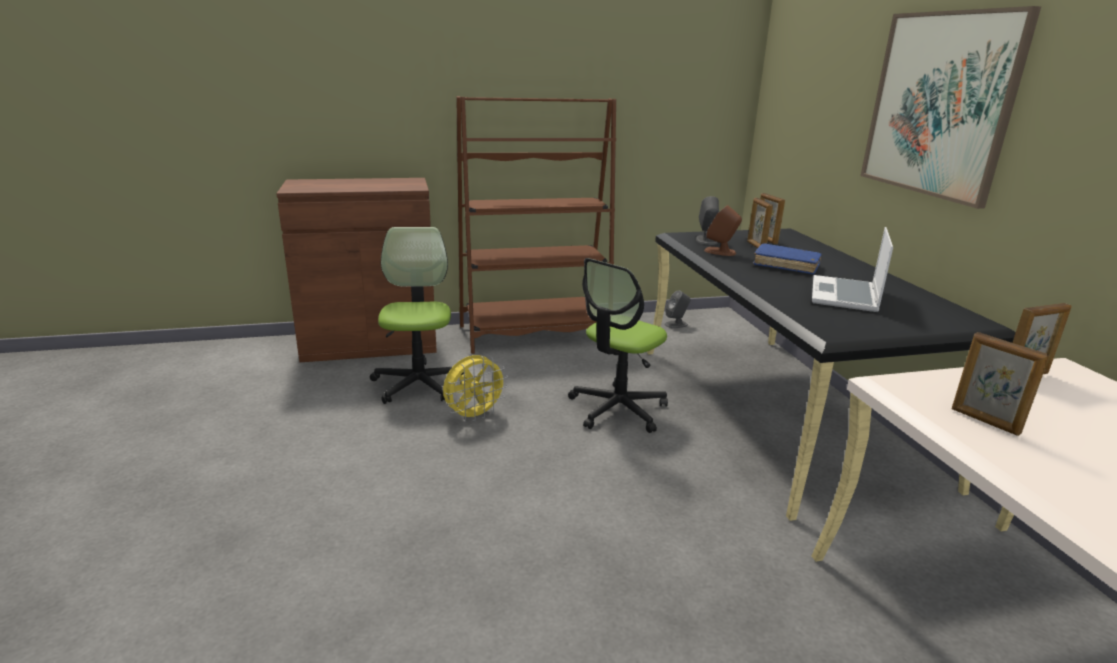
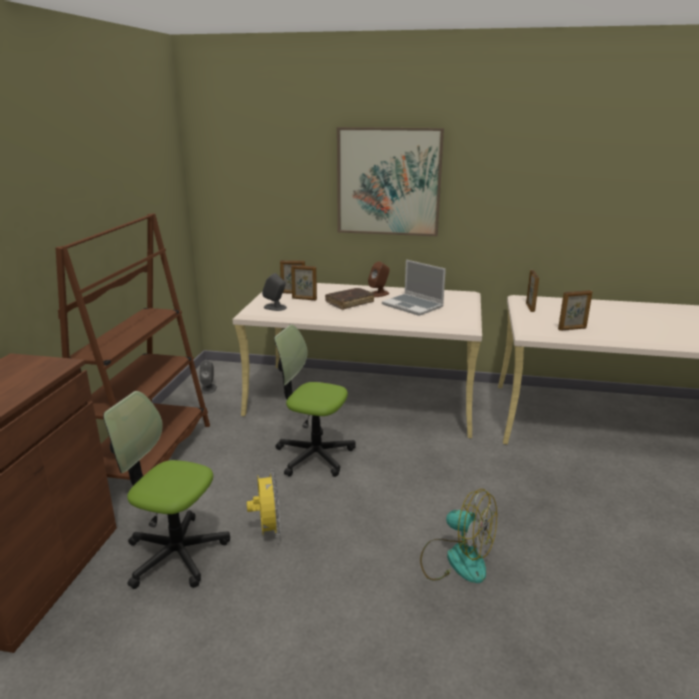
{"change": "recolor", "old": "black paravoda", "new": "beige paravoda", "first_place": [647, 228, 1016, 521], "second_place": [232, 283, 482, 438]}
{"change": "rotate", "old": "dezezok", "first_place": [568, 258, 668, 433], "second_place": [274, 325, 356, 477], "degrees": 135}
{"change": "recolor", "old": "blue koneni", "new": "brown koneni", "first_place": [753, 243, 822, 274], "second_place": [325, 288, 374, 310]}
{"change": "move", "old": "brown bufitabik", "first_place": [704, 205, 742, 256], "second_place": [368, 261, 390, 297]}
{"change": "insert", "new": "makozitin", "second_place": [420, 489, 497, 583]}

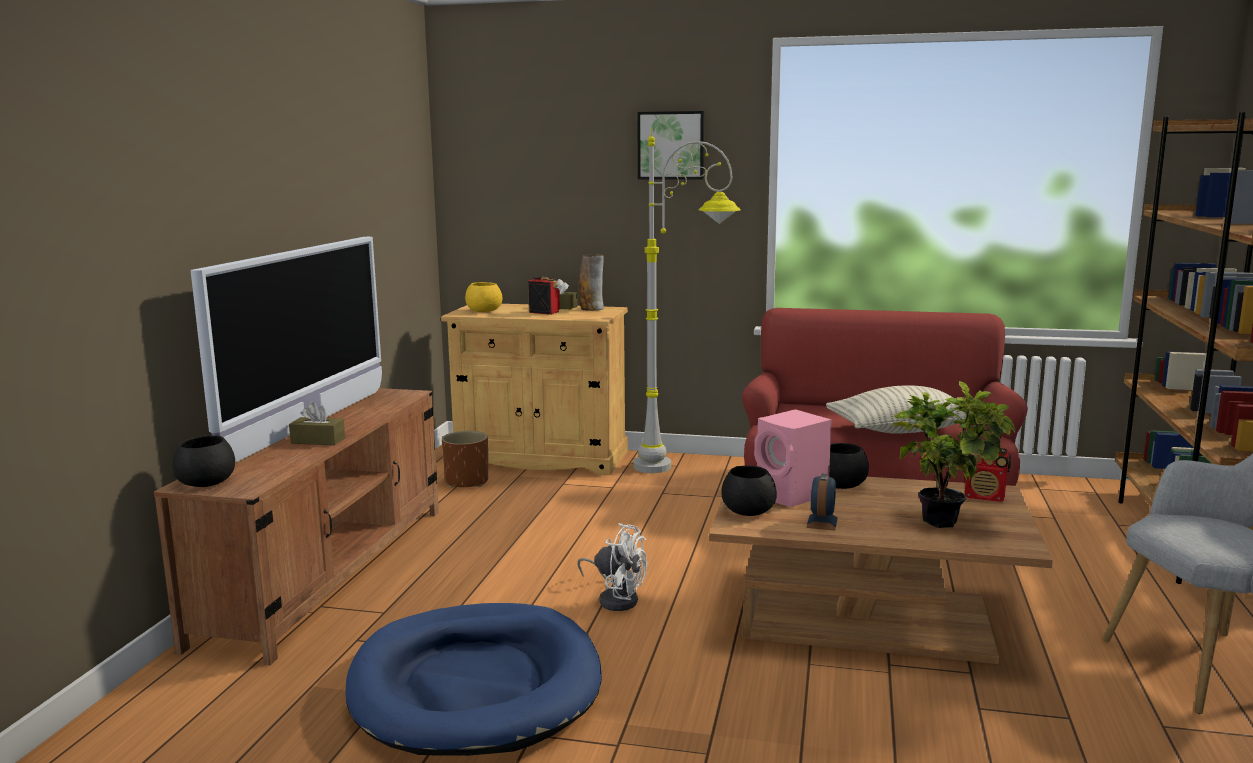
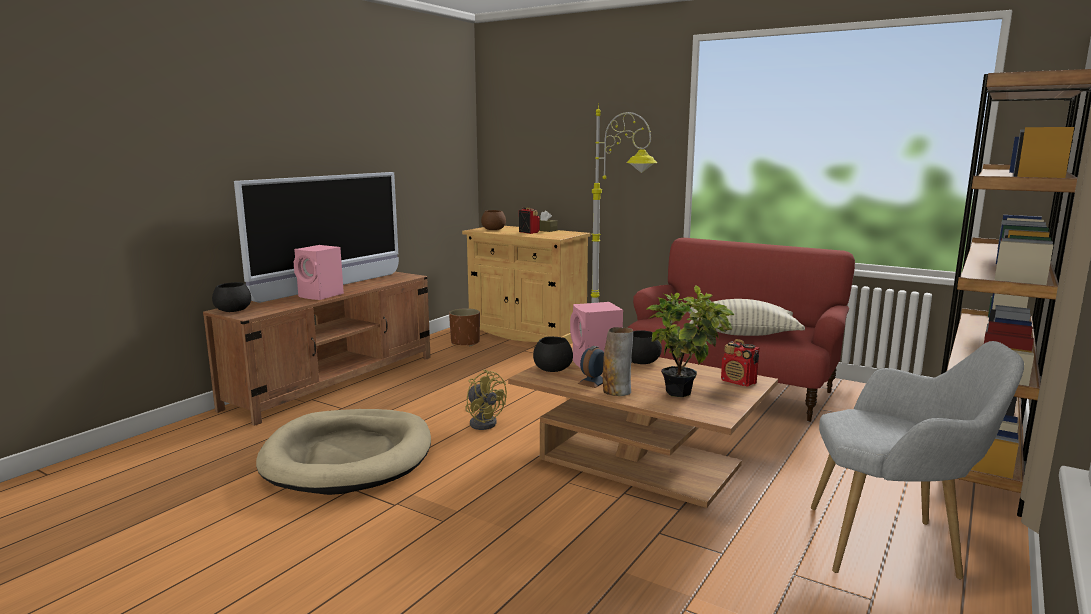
{"change": "recolor", "old": "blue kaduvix", "new": "beige kaduvix", "first_place": [345, 603, 602, 756], "second_place": [256, 409, 431, 495]}
{"change": "replace", "old": "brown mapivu", "new": "pink bufitabik", "first_place": [289, 403, 345, 445], "second_place": [294, 245, 344, 300]}
{"change": "recolor", "old": "white makozitin", "new": "yellow makozitin", "first_place": [577, 523, 647, 611], "second_place": [465, 369, 507, 430]}
{"change": "recolor", "old": "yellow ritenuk", "new": "brown ritenuk", "first_place": [465, 282, 502, 312], "second_place": [481, 210, 506, 230]}
{"change": "move", "old": "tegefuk", "first_place": [579, 254, 604, 311], "second_place": [603, 327, 633, 396]}
{"change": "delete", "old": "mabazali", "first_place": [637, 111, 704, 180]}

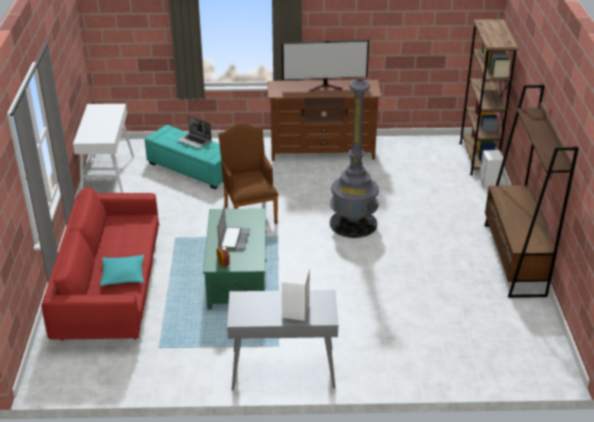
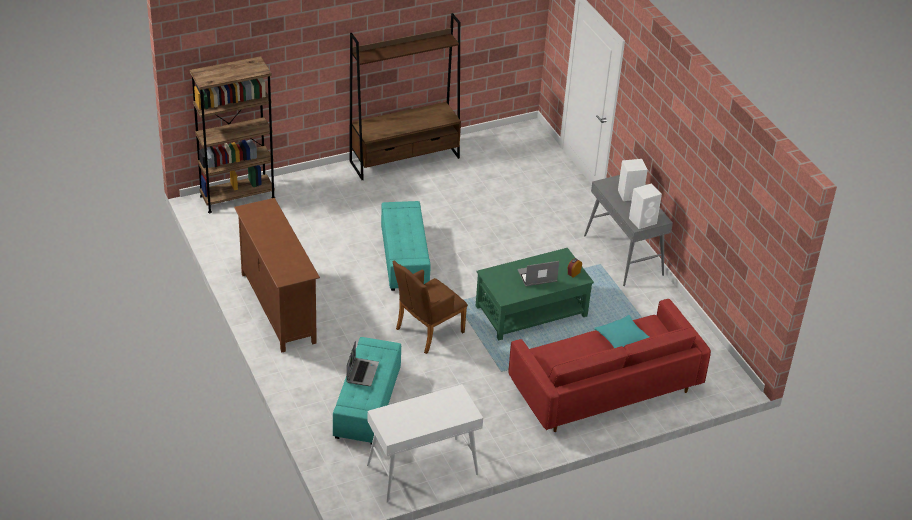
{"change": "replace", "old": "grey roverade", "new": "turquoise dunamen", "first_place": [330, 78, 379, 238], "second_place": [381, 201, 431, 291]}
{"change": "move", "old": "white bufitabik", "first_place": [479, 150, 503, 189], "second_place": [629, 183, 662, 229]}
{"change": "delete", "old": "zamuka", "first_place": [282, 40, 369, 91]}

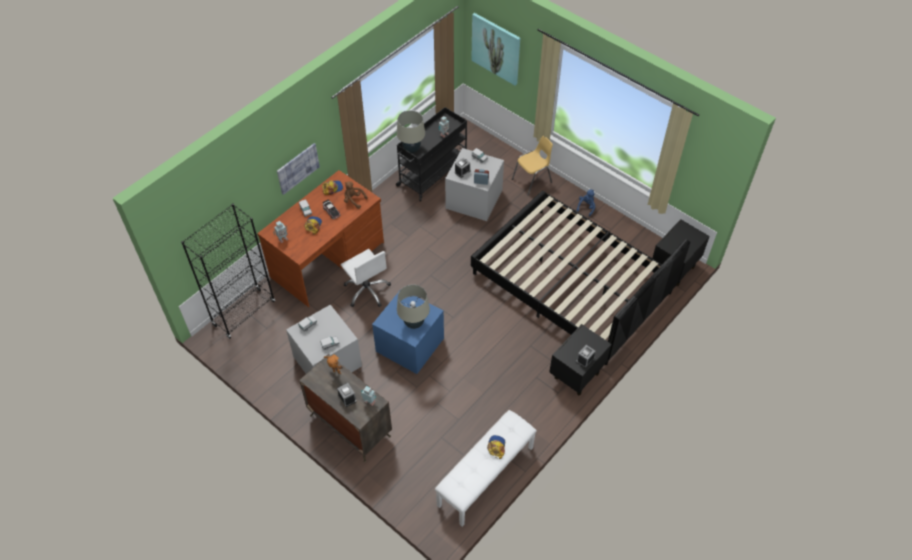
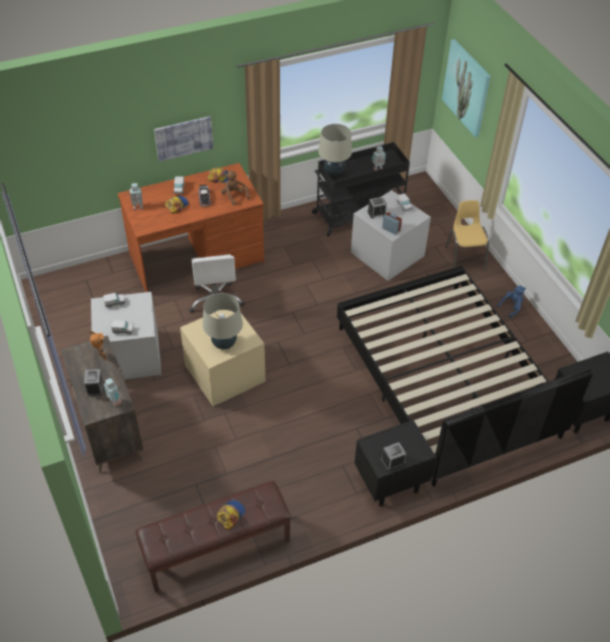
{"change": "recolor", "old": "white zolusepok", "new": "brown zolusepok", "first_place": [435, 410, 537, 527], "second_place": [135, 481, 291, 593]}
{"change": "recolor", "old": "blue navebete", "new": "beige navebete", "first_place": [372, 289, 444, 374], "second_place": [180, 310, 265, 406]}
{"change": "rotate", "old": "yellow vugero", "first_place": [512, 136, 553, 196], "second_place": [445, 200, 489, 271], "degrees": -90}
{"change": "delete", "old": "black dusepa", "first_place": [181, 203, 275, 339]}

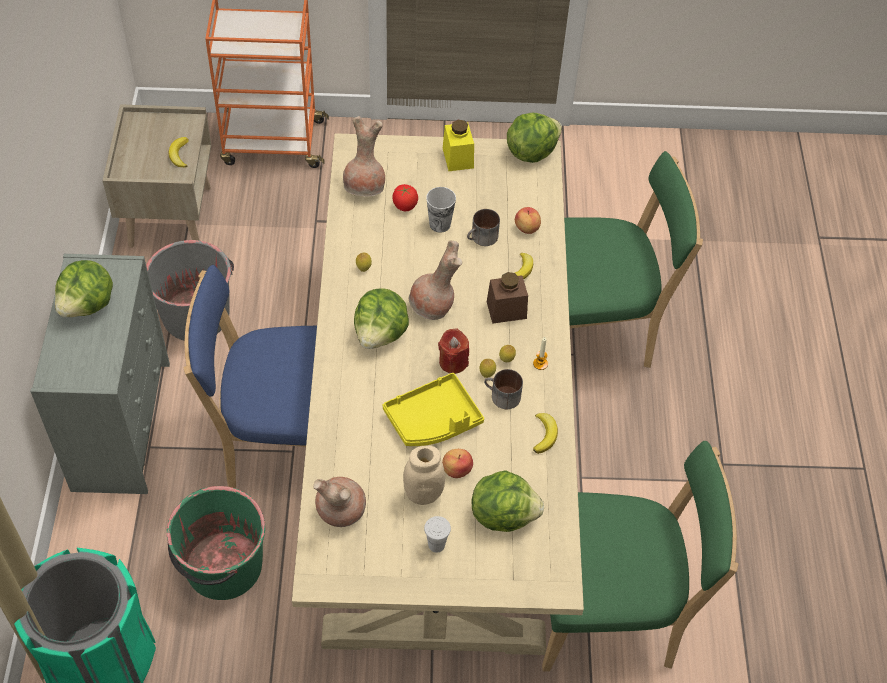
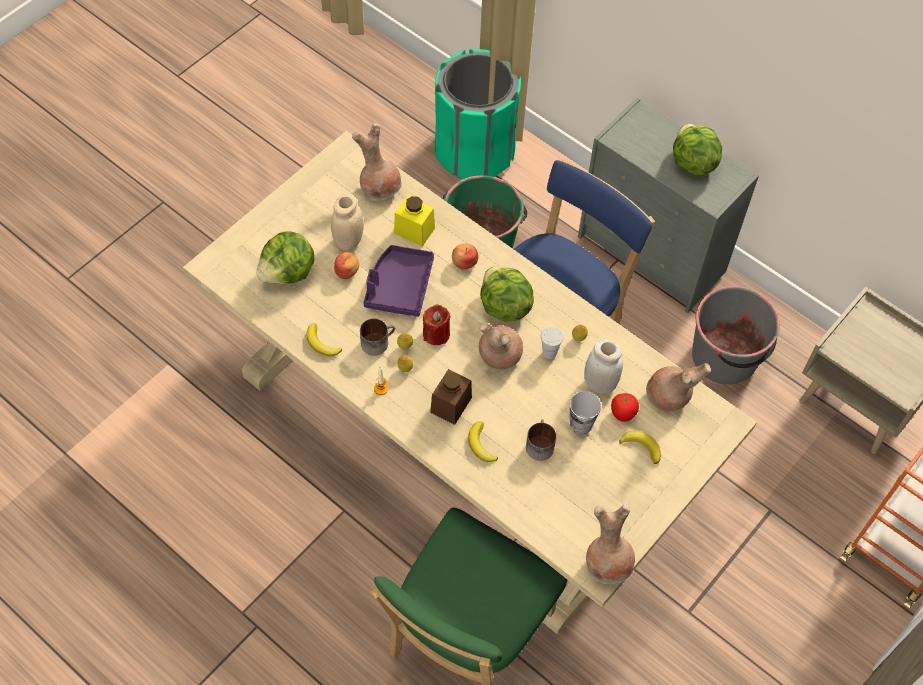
{"change": "recolor", "old": "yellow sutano", "new": "purple sutano", "first_place": [383, 373, 484, 446], "second_place": [363, 245, 434, 317]}
{"change": "move", "old": "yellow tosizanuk", "first_place": [443, 120, 474, 171], "second_place": [394, 196, 435, 247]}
{"change": "move", "old": "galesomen", "first_place": [515, 207, 541, 234], "second_place": [452, 244, 478, 269]}
{"change": "move", "old": "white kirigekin", "first_place": [424, 516, 451, 553], "second_place": [541, 327, 564, 359]}
{"change": "insert", "new": "white tosizanuk", "second_place": [584, 339, 623, 394]}
{"change": "replace", "old": "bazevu", "new": "brown tegefuk", "first_place": [507, 113, 562, 163], "second_place": [586, 504, 635, 584]}
{"change": "move", "old": "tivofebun", "first_place": [169, 137, 189, 168], "second_place": [619, 430, 661, 464]}
{"change": "delete", "old": "green vugero", "first_place": [542, 441, 738, 671]}

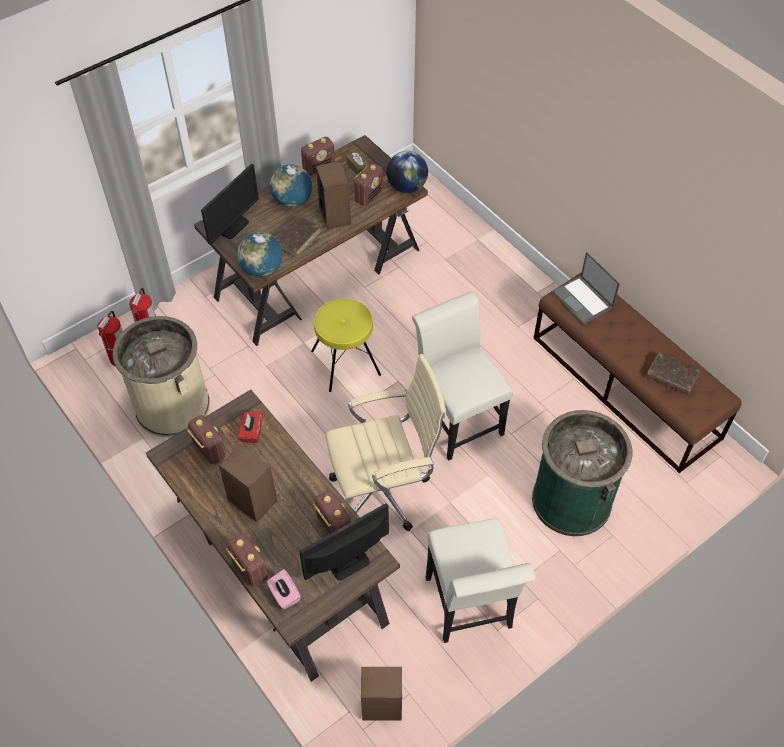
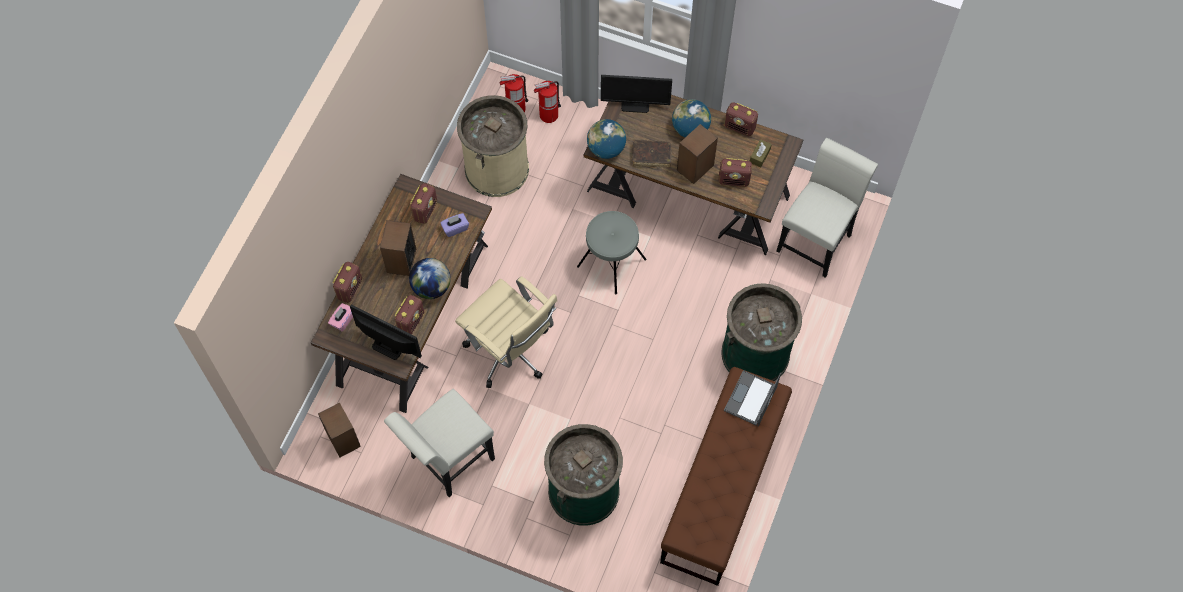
{"change": "move", "old": "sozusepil", "first_place": [387, 151, 428, 193], "second_place": [409, 258, 451, 299]}
{"change": "recolor", "old": "red mapivu", "new": "purple mapivu", "first_place": [239, 411, 262, 443], "second_place": [440, 213, 469, 237]}
{"change": "recolor", "old": "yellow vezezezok", "new": "grey vezezezok", "first_place": [311, 298, 381, 392], "second_place": [577, 211, 647, 294]}
{"change": "insert", "new": "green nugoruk", "second_place": [721, 283, 802, 381]}
{"change": "move", "old": "white vugero", "first_place": [412, 292, 513, 461], "second_place": [777, 138, 878, 278]}
{"change": "delete", "old": "brown koneni", "first_place": [647, 352, 700, 395]}

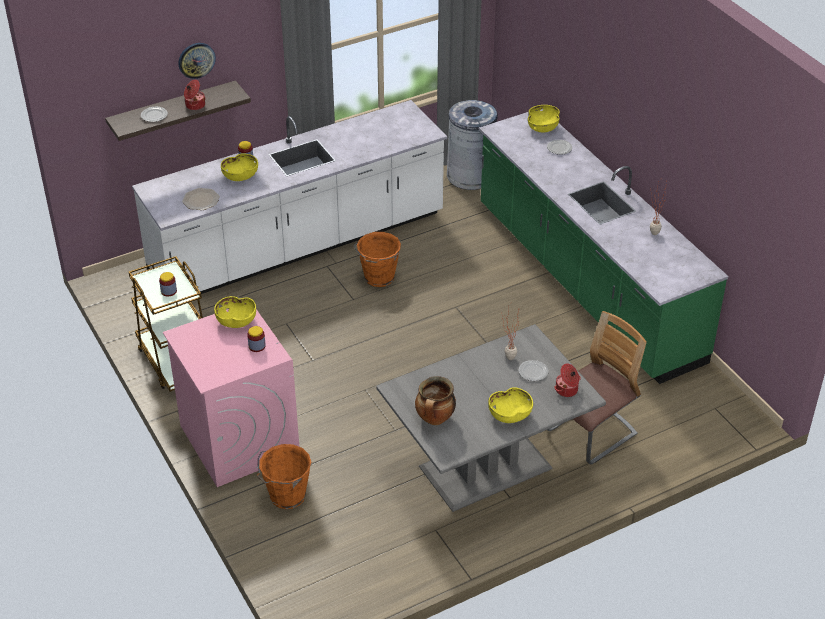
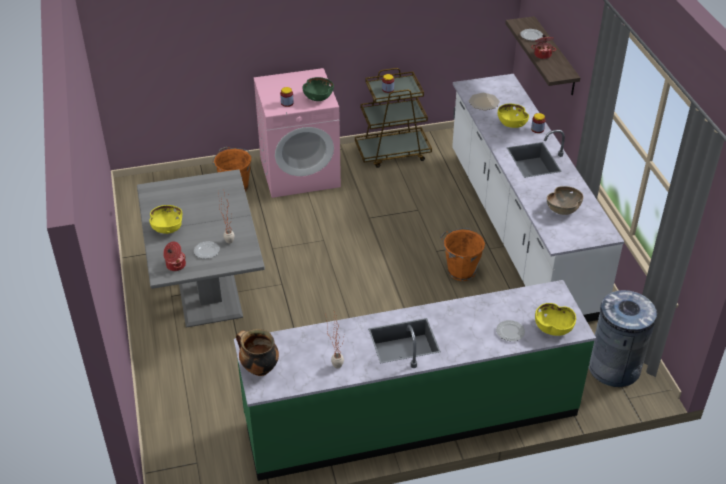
{"change": "move", "old": "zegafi", "first_place": [415, 376, 456, 425], "second_place": [236, 329, 279, 376]}
{"change": "recolor", "old": "yellow ritenuk", "new": "green ritenuk", "first_place": [214, 296, 256, 328], "second_place": [302, 77, 334, 101]}
{"change": "insert", "new": "brown ritenuk", "second_place": [547, 186, 584, 215]}
{"change": "delete", "old": "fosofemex", "first_place": [179, 43, 216, 79]}
{"change": "delete", "old": "vugero", "first_place": [548, 311, 647, 464]}

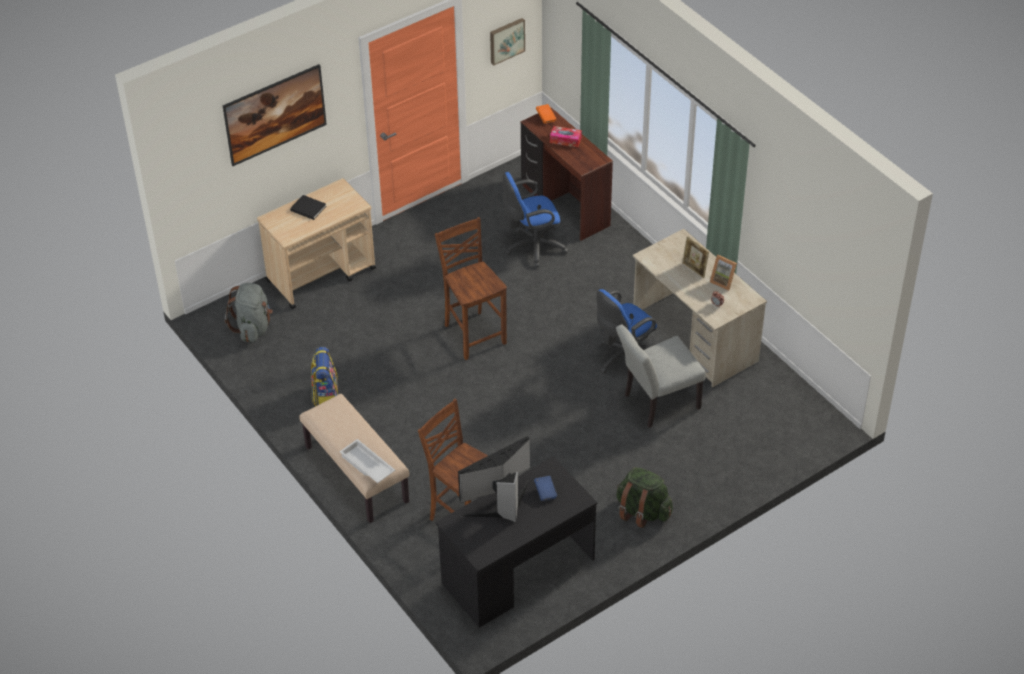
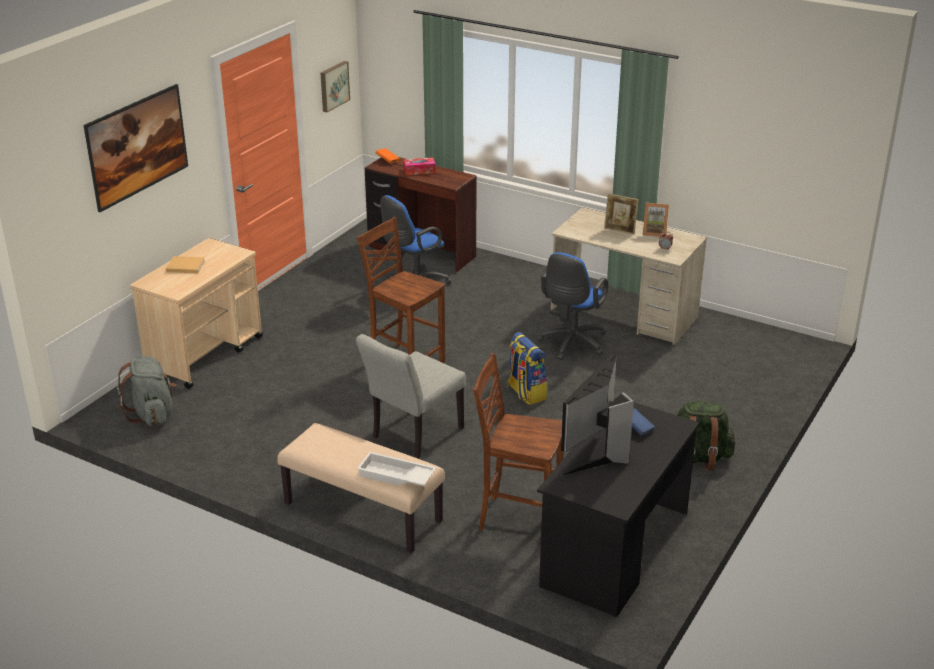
{"change": "recolor", "old": "black koneni", "new": "beige koneni", "first_place": [290, 195, 326, 220], "second_place": [166, 256, 205, 273]}
{"change": "move", "old": "grey vugero", "first_place": [616, 324, 706, 428], "second_place": [356, 334, 466, 459]}
{"change": "move", "old": "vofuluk", "first_place": [311, 347, 338, 406], "second_place": [507, 332, 547, 405]}

